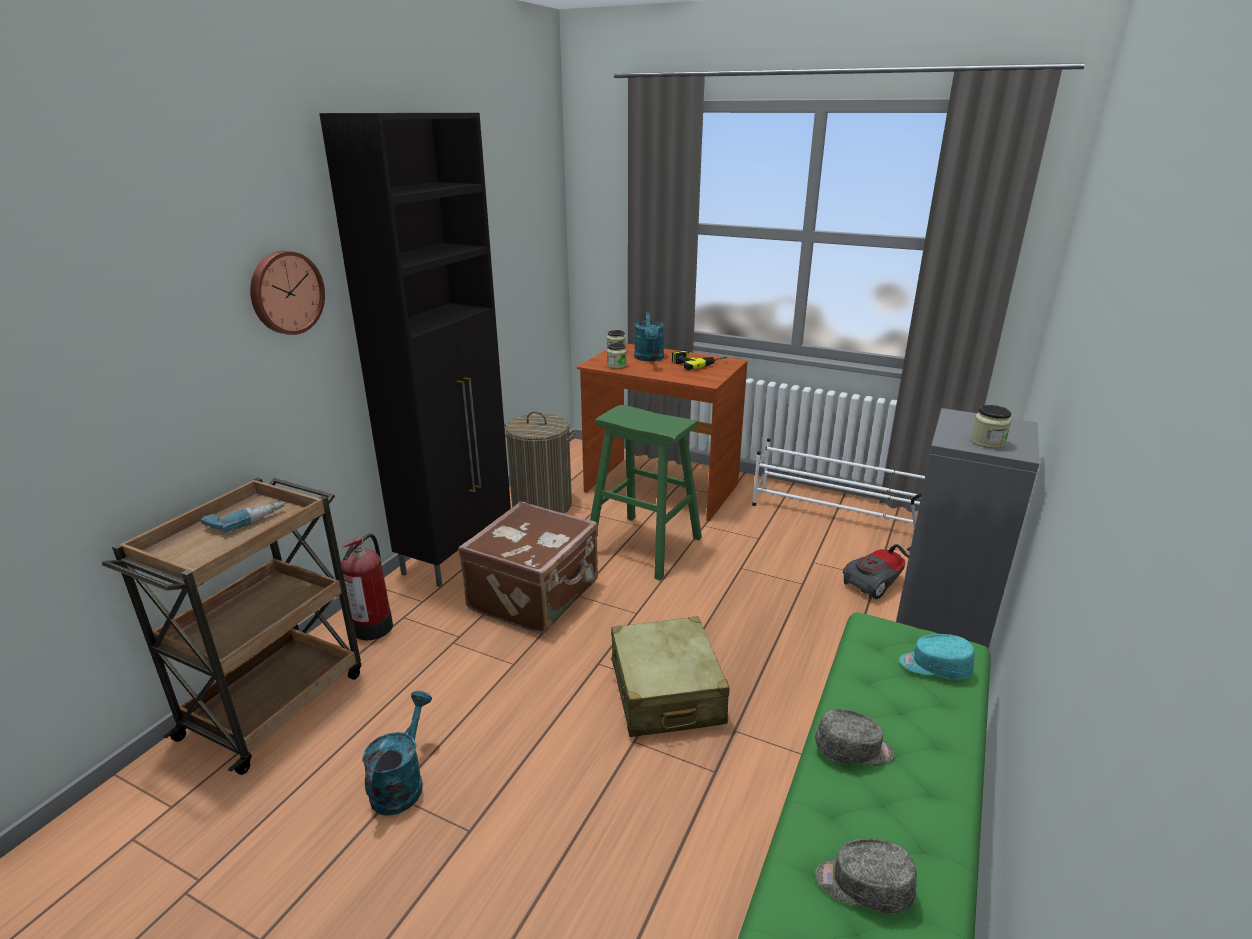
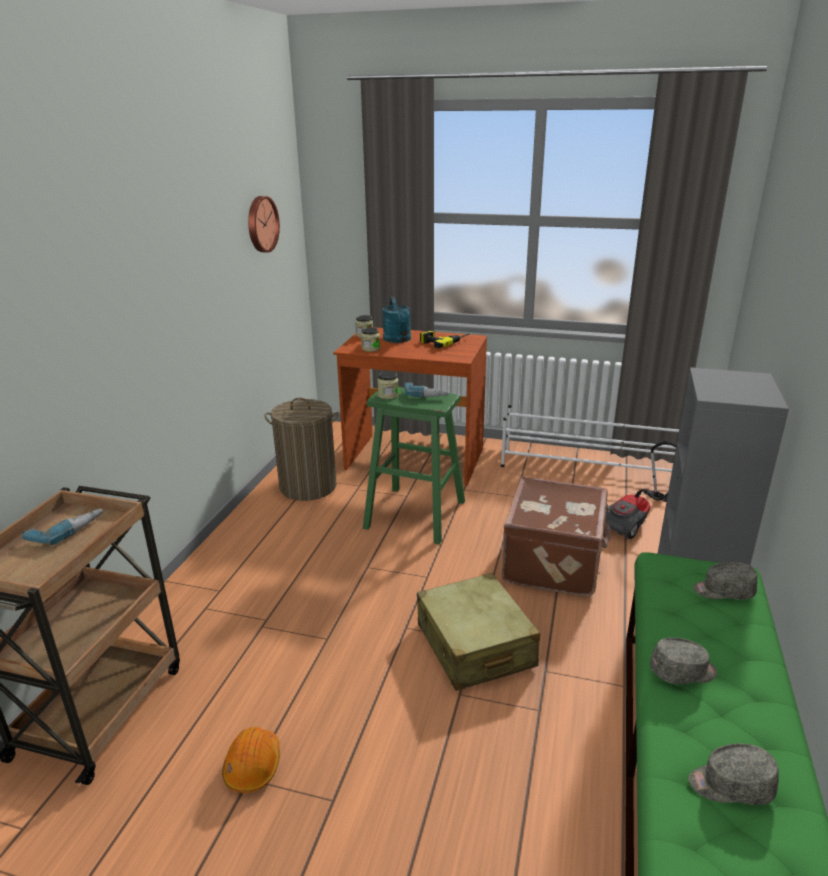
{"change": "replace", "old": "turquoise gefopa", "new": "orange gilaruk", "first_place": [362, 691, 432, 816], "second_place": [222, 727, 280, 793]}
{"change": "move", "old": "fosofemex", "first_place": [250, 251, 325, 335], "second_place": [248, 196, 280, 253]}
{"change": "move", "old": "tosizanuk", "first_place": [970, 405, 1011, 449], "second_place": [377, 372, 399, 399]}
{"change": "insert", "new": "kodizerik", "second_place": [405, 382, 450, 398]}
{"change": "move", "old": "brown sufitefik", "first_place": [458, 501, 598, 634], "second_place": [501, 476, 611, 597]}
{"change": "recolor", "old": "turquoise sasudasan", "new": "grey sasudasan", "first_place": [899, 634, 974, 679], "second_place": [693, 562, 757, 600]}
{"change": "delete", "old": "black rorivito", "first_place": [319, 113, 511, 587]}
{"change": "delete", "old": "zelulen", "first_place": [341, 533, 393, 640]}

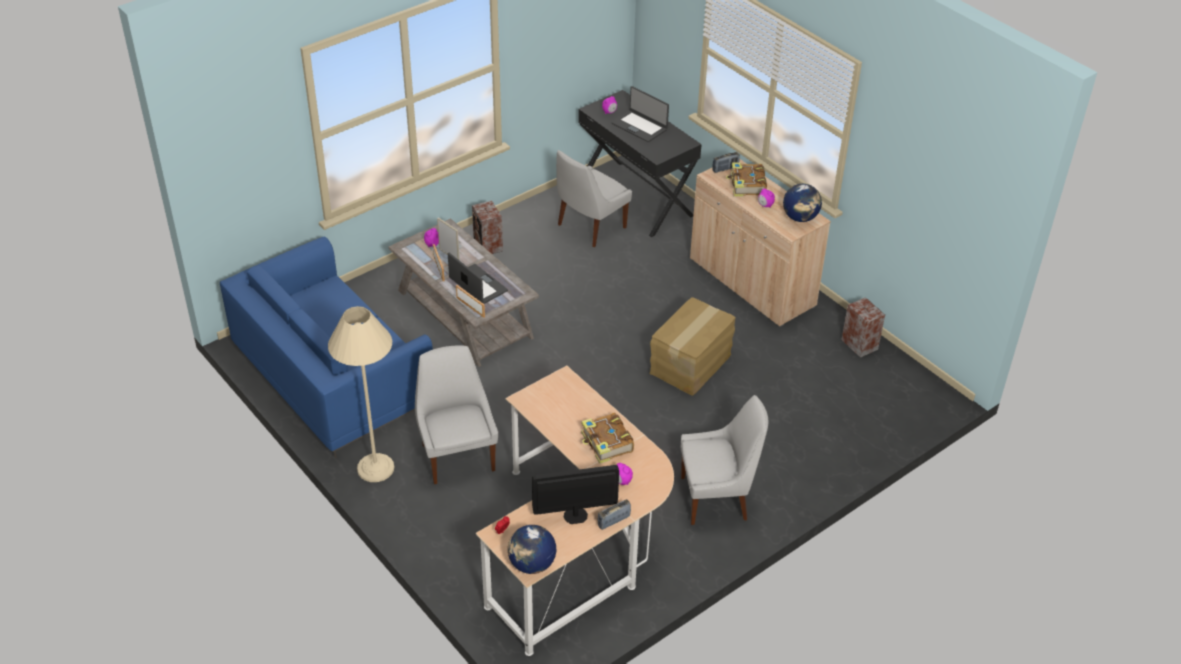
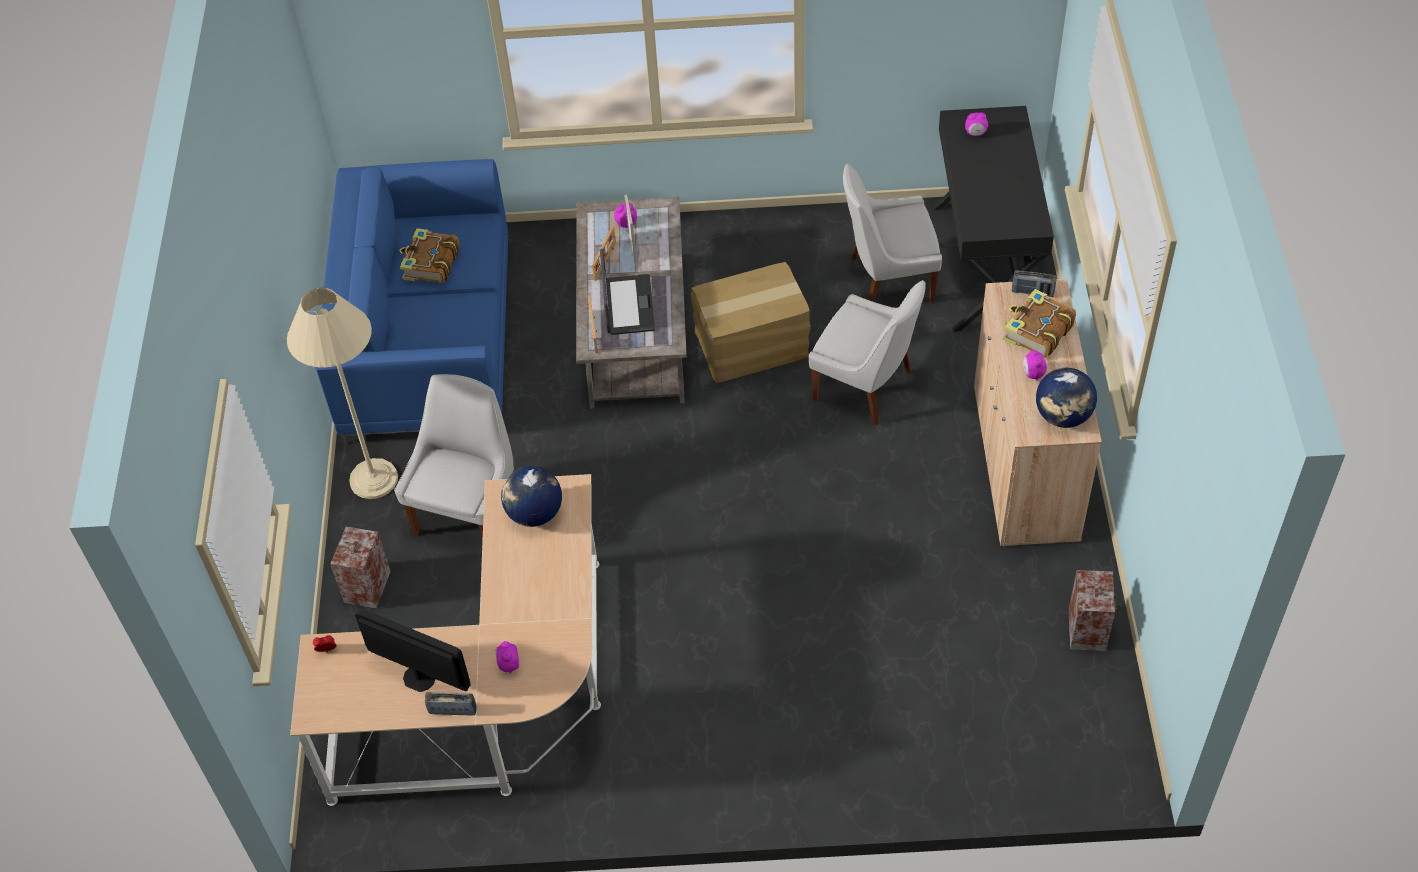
{"change": "move", "old": "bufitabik", "first_place": [472, 201, 503, 254], "second_place": [330, 527, 391, 609]}
{"change": "move", "old": "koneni", "first_place": [581, 413, 634, 464], "second_place": [399, 228, 459, 284]}
{"change": "move", "old": "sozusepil", "first_place": [508, 525, 556, 574], "second_place": [501, 466, 562, 527]}
{"change": "move", "old": "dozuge", "first_place": [650, 297, 736, 396], "second_place": [690, 262, 811, 383]}
{"change": "move", "old": "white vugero", "first_place": [681, 395, 768, 525], "second_place": [809, 280, 926, 426]}
{"change": "delete", "old": "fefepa", "first_place": [611, 86, 669, 142]}

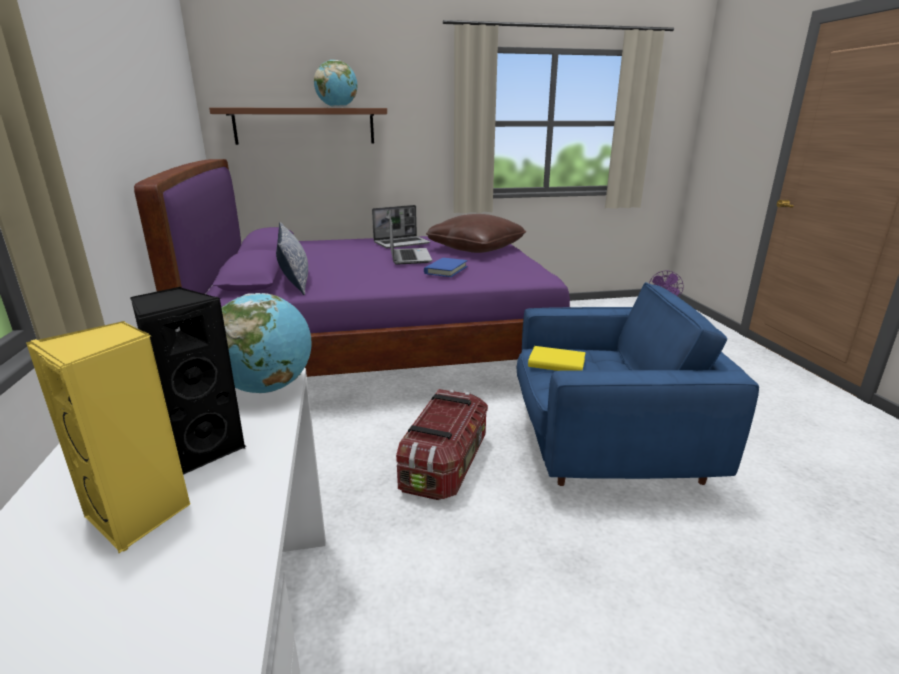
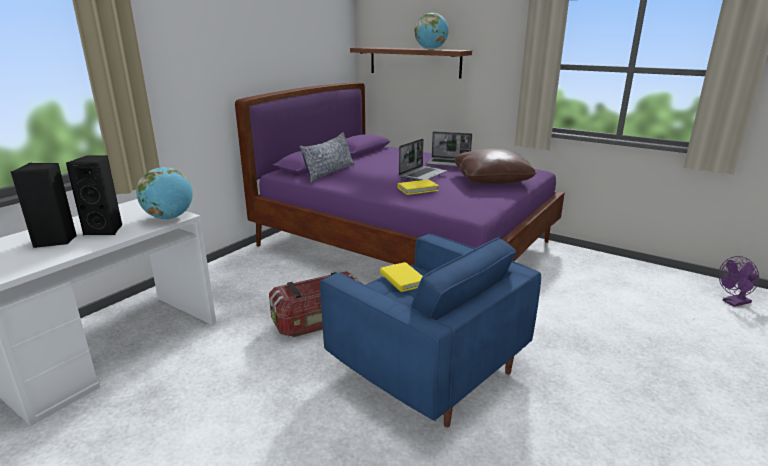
{"change": "recolor", "old": "yellow bufitabik", "new": "black bufitabik", "first_place": [26, 321, 191, 553], "second_place": [11, 163, 77, 248]}
{"change": "recolor", "old": "blue koneni", "new": "yellow koneni", "first_place": [424, 258, 468, 277], "second_place": [397, 179, 439, 195]}

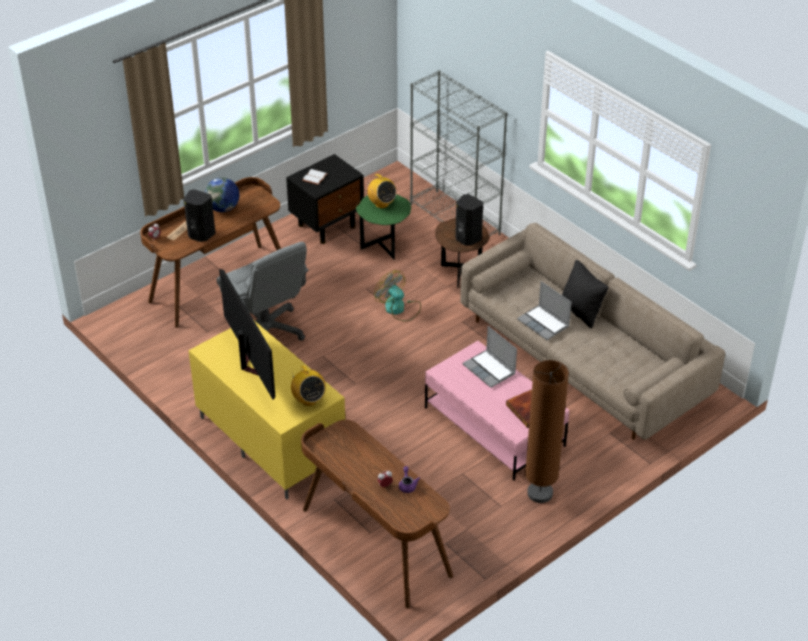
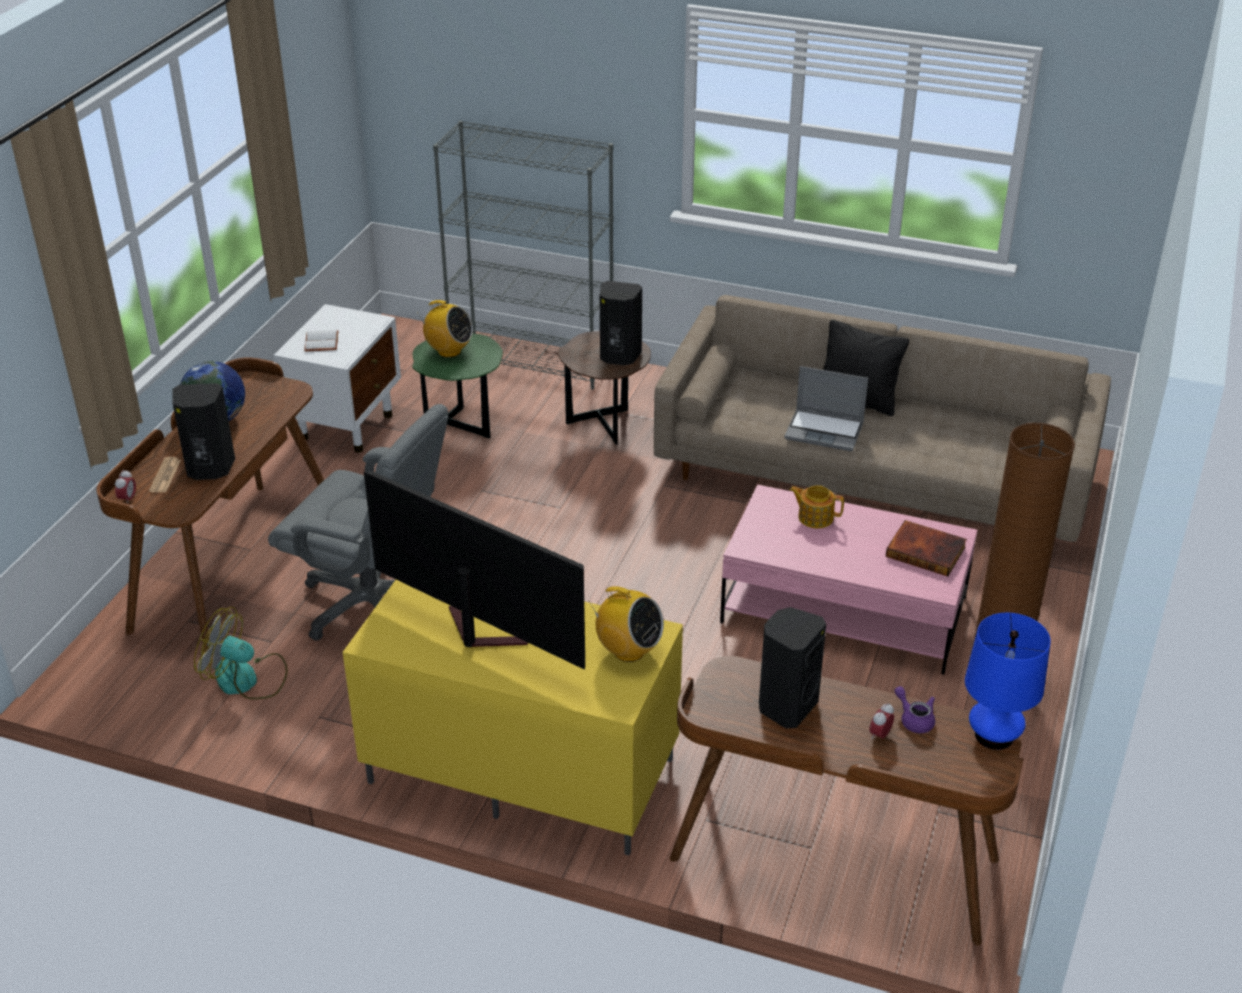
{"change": "move", "old": "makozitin", "first_place": [374, 270, 421, 321], "second_place": [194, 607, 288, 700]}
{"change": "recolor", "old": "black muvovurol", "new": "white muvovurol", "first_place": [286, 154, 364, 244], "second_place": [274, 304, 401, 453]}
{"change": "insert", "new": "black bufitabik", "second_place": [759, 607, 826, 729]}
{"change": "replace", "old": "fefepa", "new": "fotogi", "first_place": [463, 326, 517, 388], "second_place": [790, 485, 844, 528]}
{"change": "insert", "new": "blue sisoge", "second_place": [965, 613, 1051, 750]}

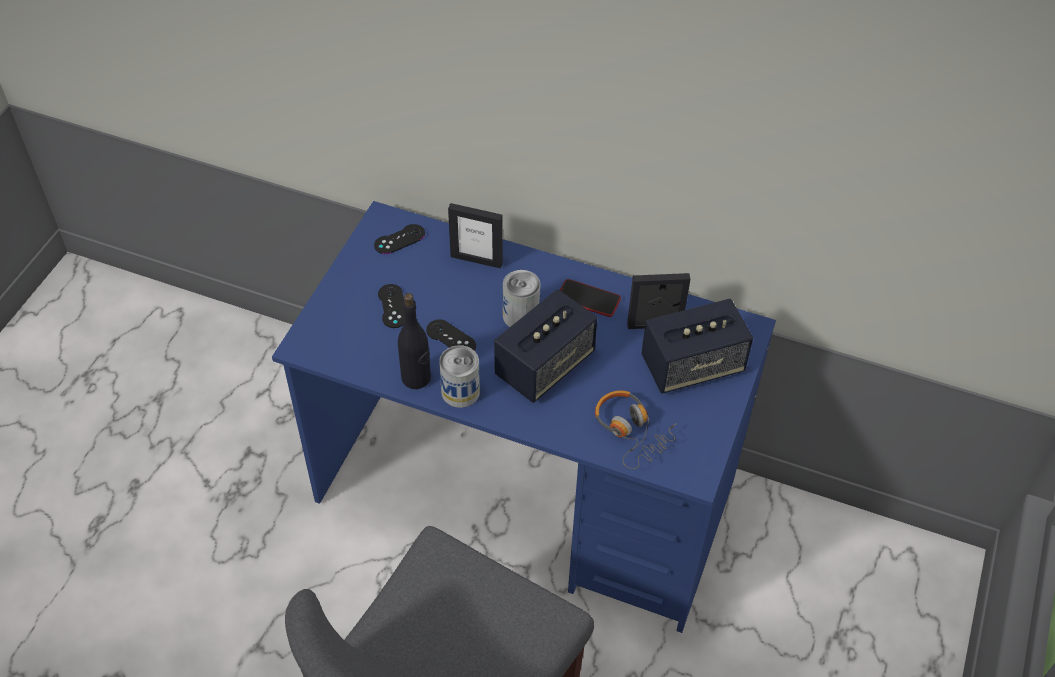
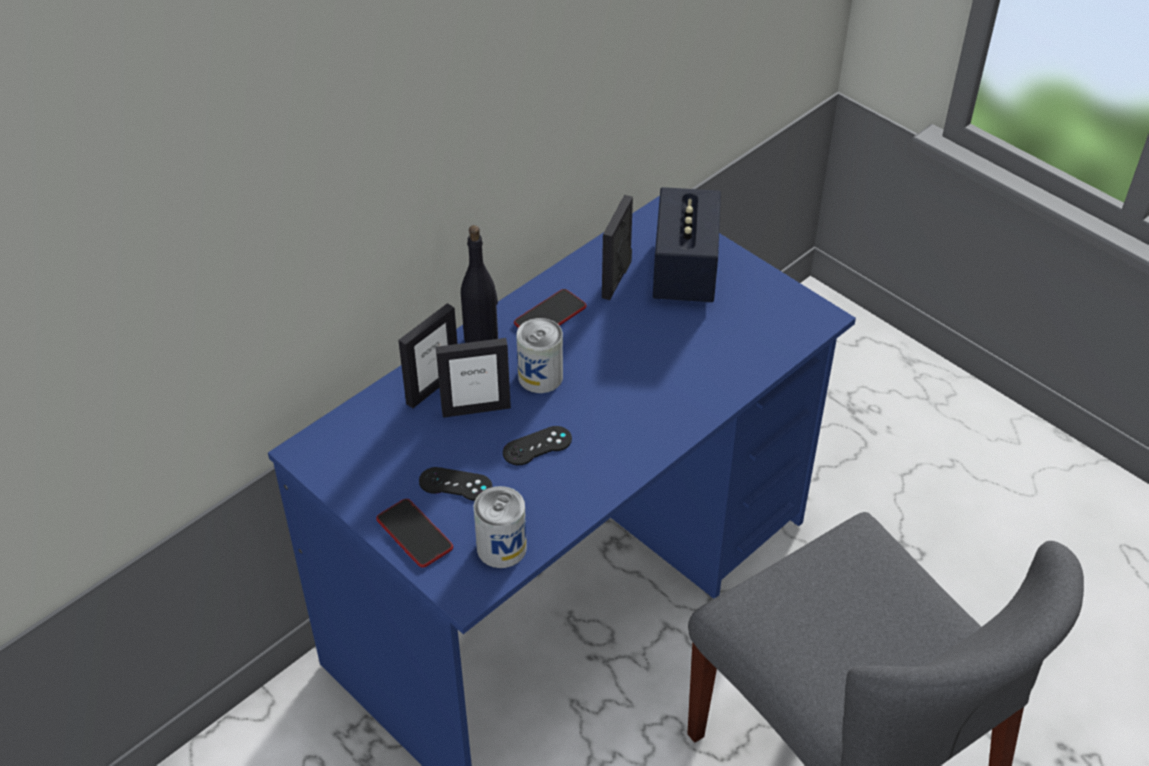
{"change": "insert", "new": "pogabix", "second_place": [376, 499, 453, 568]}
{"change": "insert", "new": "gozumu", "second_place": [436, 338, 511, 418]}
{"change": "move", "old": "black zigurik", "first_place": [398, 293, 431, 389], "second_place": [461, 225, 498, 343]}
{"change": "move", "old": "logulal", "first_place": [439, 345, 480, 408], "second_place": [474, 486, 527, 568]}
{"change": "delete", "old": "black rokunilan", "first_place": [374, 224, 425, 254]}
{"change": "delete", "old": "bufitabik", "first_place": [494, 289, 597, 403]}
{"change": "delete", "old": "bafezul", "first_place": [595, 391, 677, 469]}

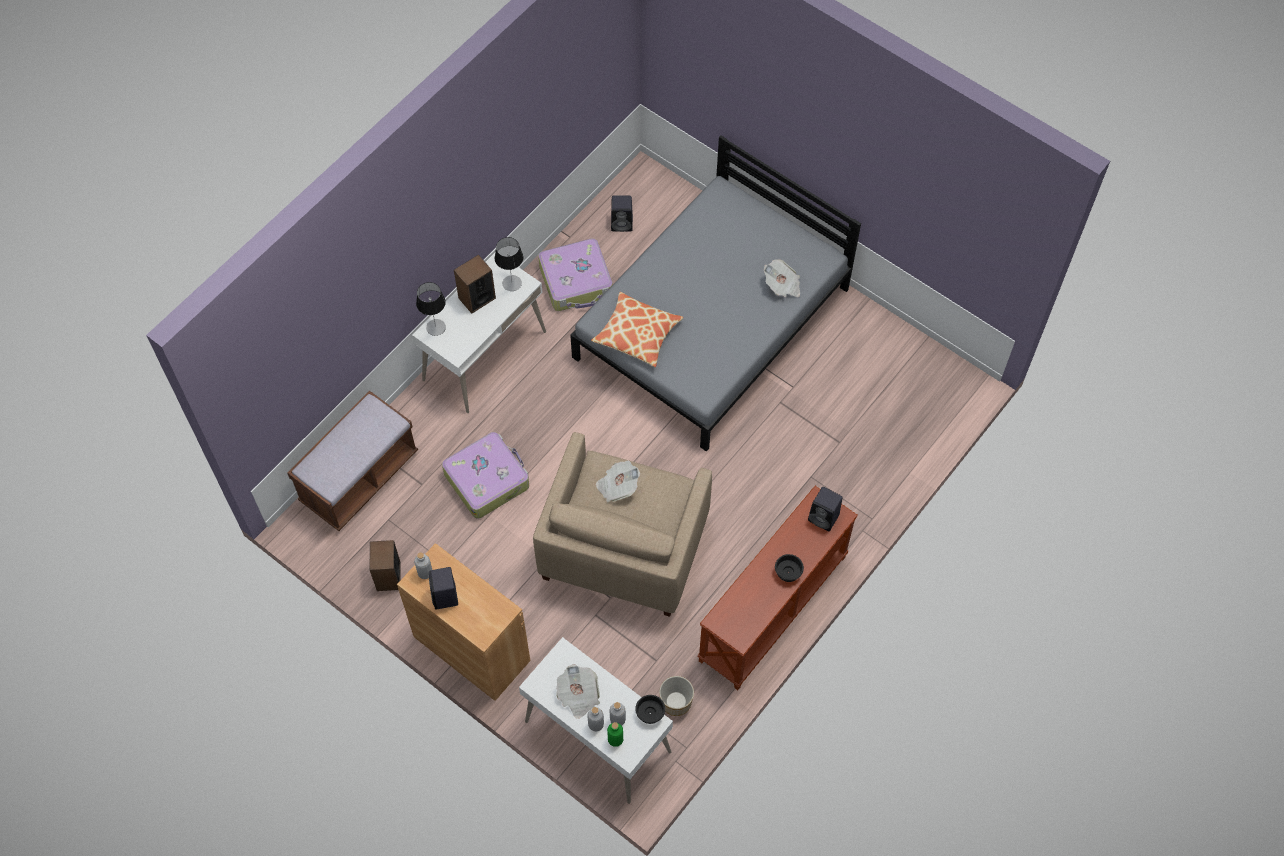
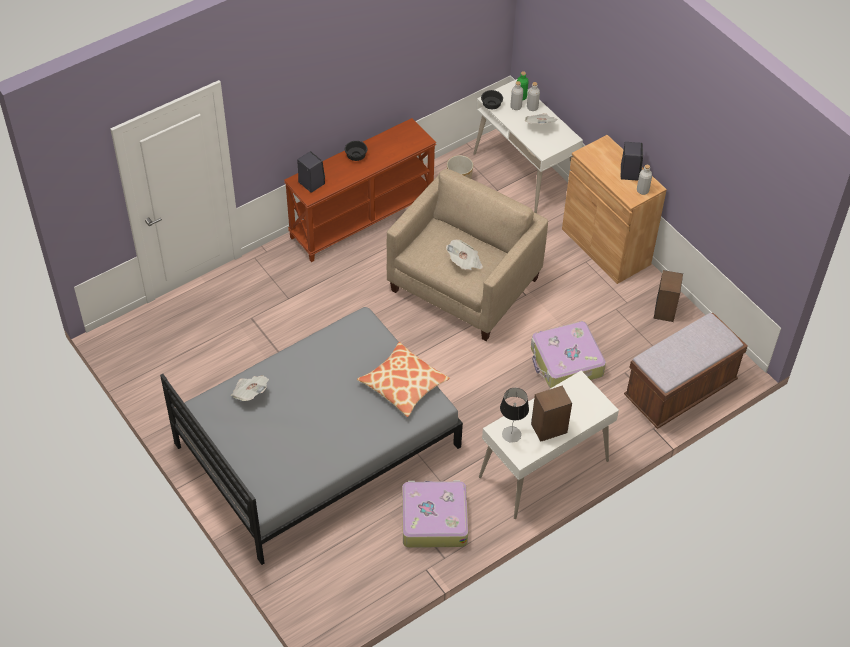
{"change": "delete", "old": "sisoge", "first_place": [416, 282, 446, 336]}
{"change": "delete", "old": "black bufitabik", "first_place": [611, 195, 633, 232]}

